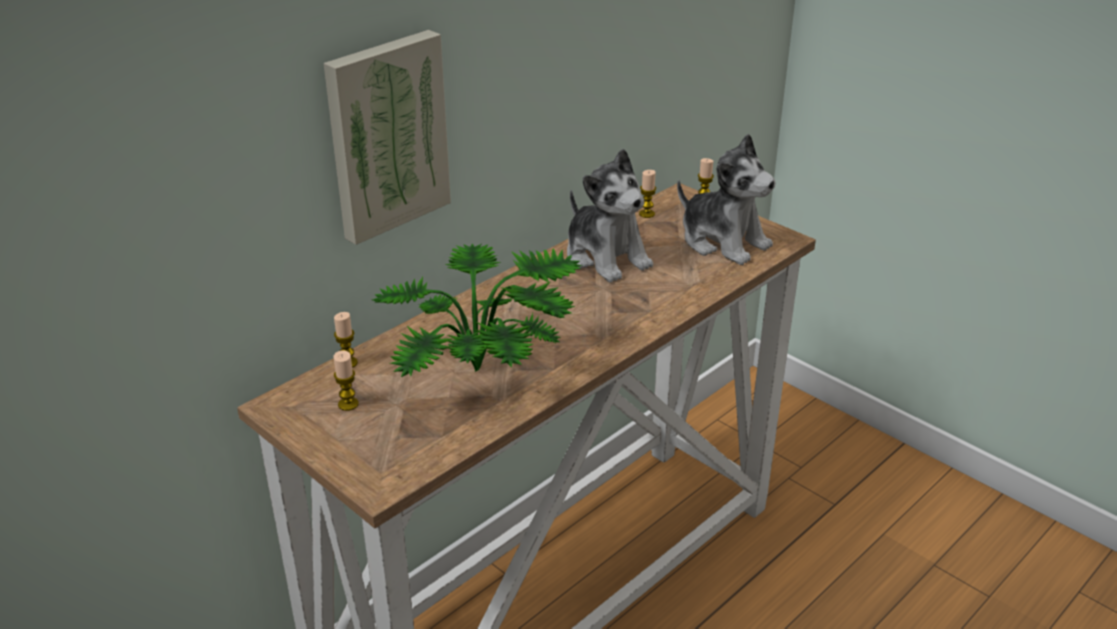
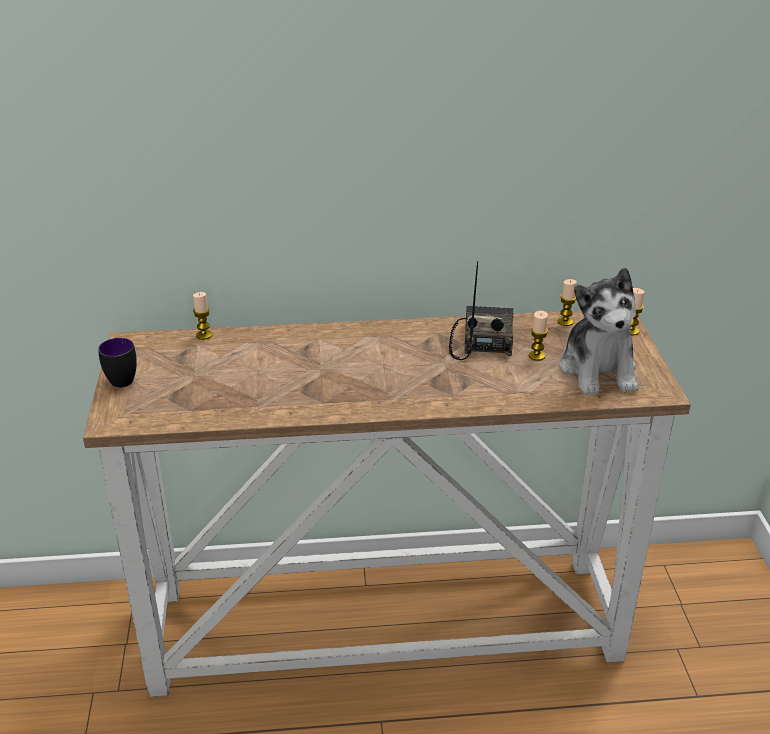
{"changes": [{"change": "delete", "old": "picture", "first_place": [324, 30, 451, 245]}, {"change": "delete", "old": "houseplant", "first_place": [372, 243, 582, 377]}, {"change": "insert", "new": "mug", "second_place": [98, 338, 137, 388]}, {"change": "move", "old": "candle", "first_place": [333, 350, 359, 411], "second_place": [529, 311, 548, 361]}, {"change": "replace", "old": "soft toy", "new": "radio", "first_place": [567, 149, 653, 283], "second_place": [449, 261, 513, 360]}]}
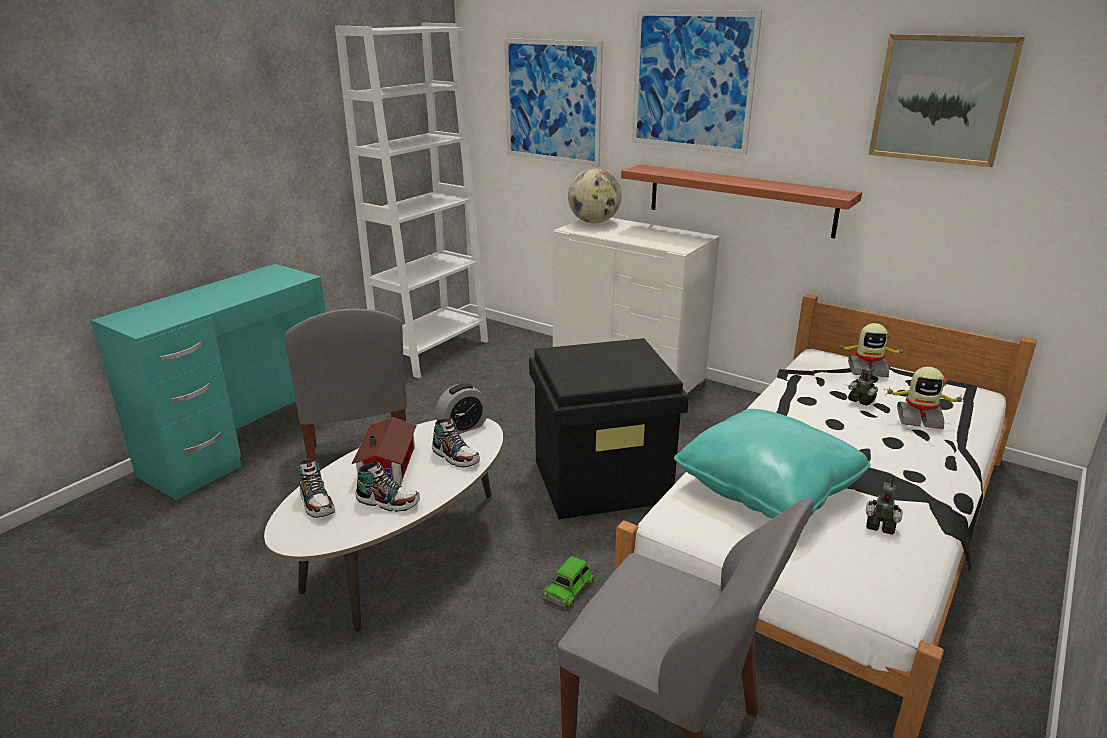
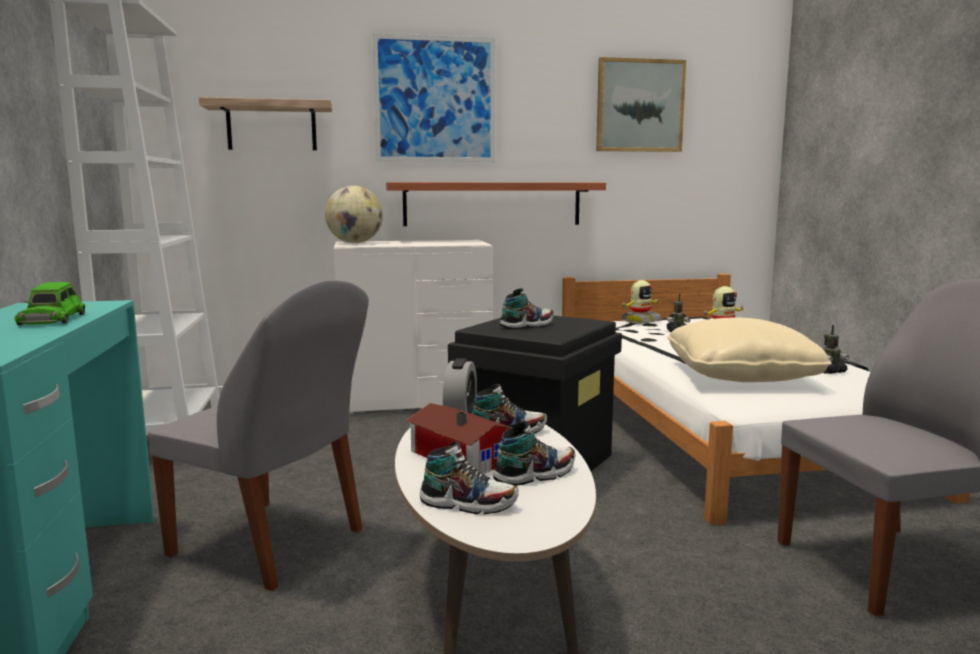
{"changes": [{"change": "insert", "new": "low shoe", "second_place": [500, 288, 554, 329]}, {"change": "move", "old": "model car in greenish", "first_place": [542, 556, 594, 607], "second_place": [15, 282, 85, 325]}, {"change": "replace", "old": "picture", "new": "wall shelf", "first_place": [504, 38, 603, 167], "second_place": [199, 97, 332, 150]}, {"change": "recolor", "old": "pillow in turquoise-coloured", "new": "pillow in beige", "first_place": [674, 409, 871, 519], "second_place": [667, 318, 832, 382]}]}
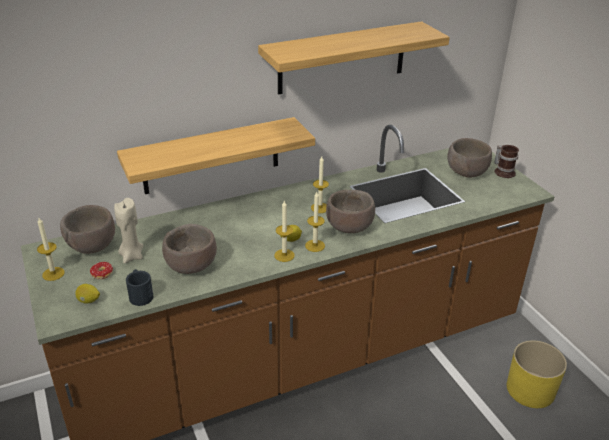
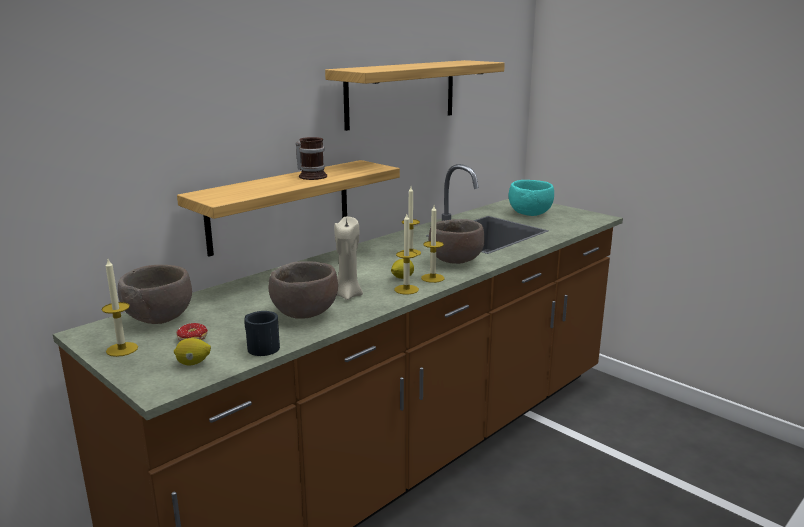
{"changes": [{"change": "delete", "old": "plant pot in yellow-coloured", "first_place": [507, 340, 567, 408]}, {"change": "move", "old": "candle in beige", "first_place": [114, 198, 143, 264], "second_place": [334, 217, 363, 300]}, {"change": "move", "old": "mug", "first_place": [494, 145, 519, 178], "second_place": [296, 137, 327, 180]}, {"change": "recolor", "old": "serving bowl in brownish", "new": "serving bowl in turquoise-coloured", "first_place": [448, 138, 492, 178], "second_place": [508, 180, 554, 216]}]}
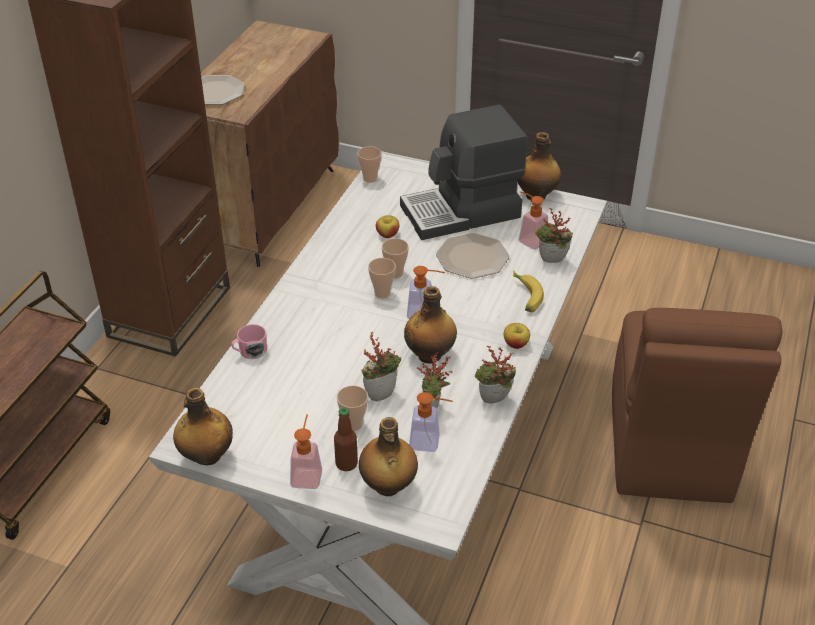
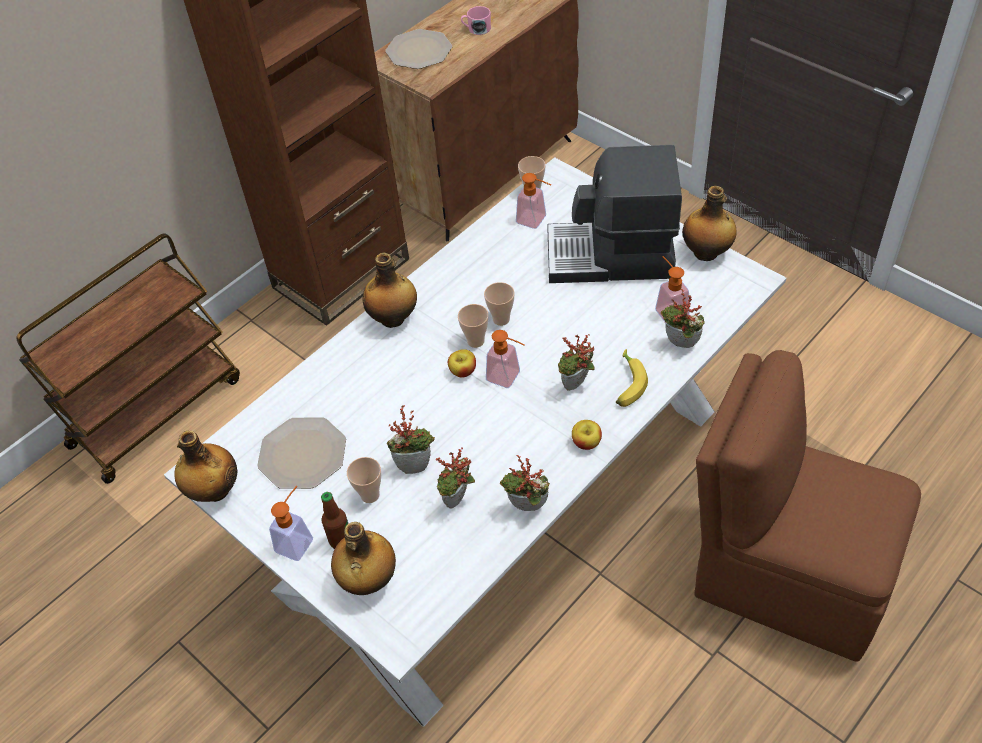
{"changes": [{"change": "insert", "new": "houseplant", "second_place": [558, 334, 595, 391]}, {"change": "move", "old": "mug in pink-coloured", "first_place": [231, 324, 267, 359], "second_place": [461, 6, 491, 35]}, {"change": "move", "old": "apple", "first_place": [376, 215, 399, 238], "second_place": [448, 349, 476, 378]}, {"change": "move", "old": "bottle", "first_place": [404, 286, 457, 364], "second_place": [362, 253, 417, 328]}, {"change": "move", "old": "soap bottle", "first_place": [409, 392, 453, 452], "second_place": [516, 173, 551, 229]}, {"change": "move", "old": "flat dish", "first_place": [436, 233, 509, 279], "second_place": [257, 417, 346, 489]}, {"change": "rotate", "old": "plain chair in brownish", "first_place": [612, 308, 783, 503], "second_place": [694, 350, 921, 662], "degrees": 90}]}
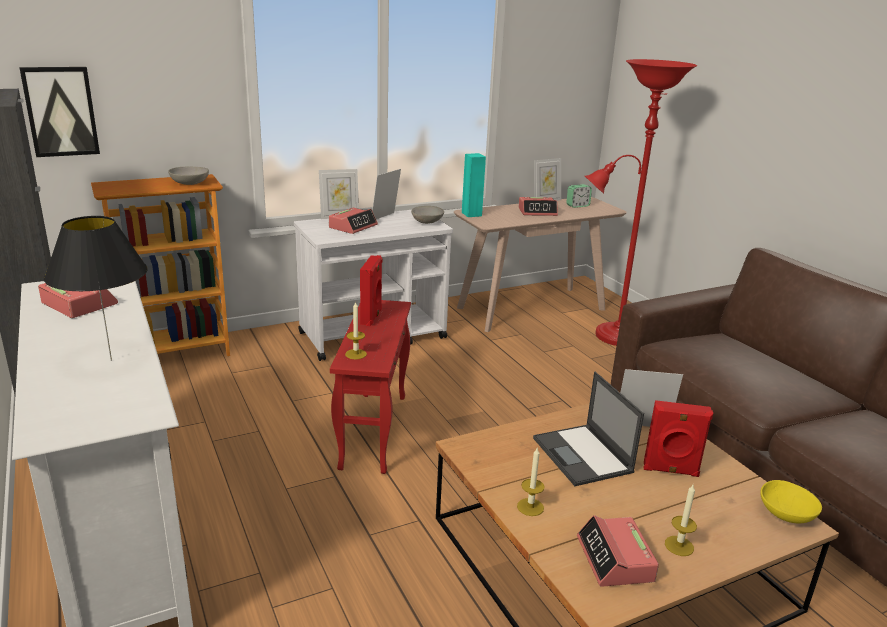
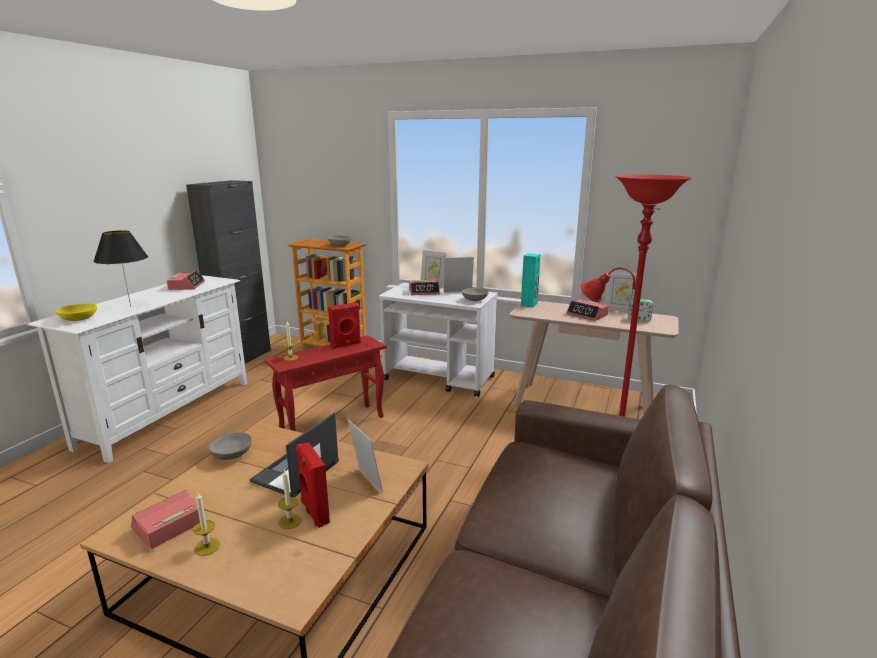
{"changes": [{"change": "delete", "old": "picture", "first_place": [20, 67, 100, 157]}, {"change": "insert", "new": "serving bowl in greyish", "second_place": [209, 433, 252, 460]}, {"change": "move", "old": "candle", "first_place": [517, 448, 545, 516], "second_place": [278, 469, 302, 529]}, {"change": "move", "old": "serving bowl in yellow-coloured", "first_place": [760, 480, 822, 523], "second_place": [56, 304, 97, 321]}]}
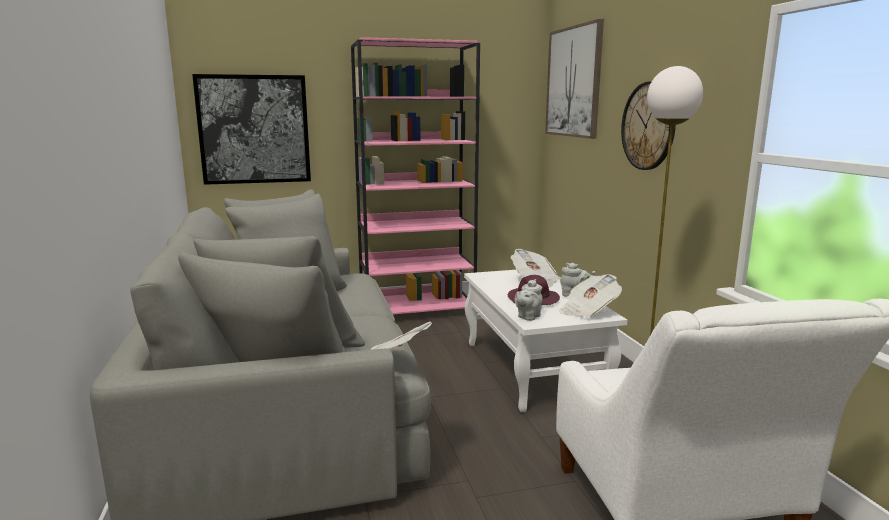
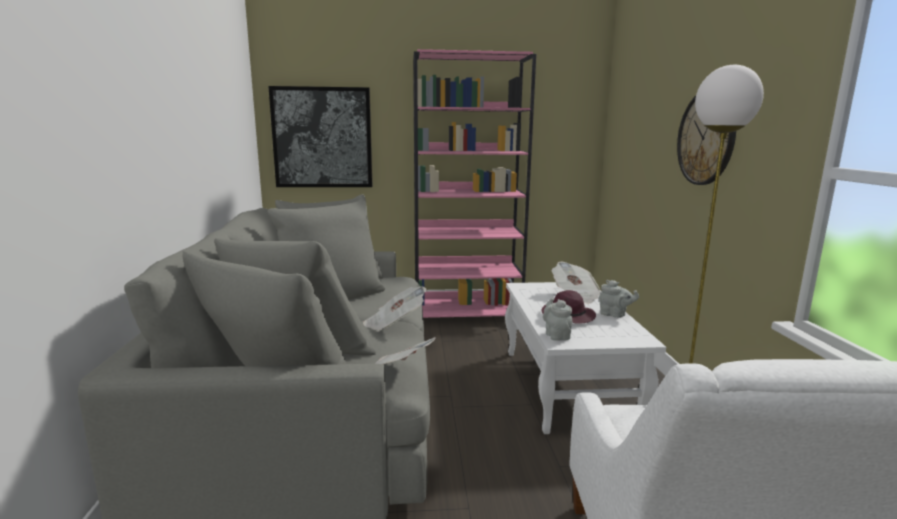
{"changes": [{"change": "delete", "old": "picture", "first_place": [545, 19, 604, 139]}, {"change": "move", "old": "daily paper", "first_place": [559, 274, 622, 318], "second_place": [363, 286, 427, 332]}, {"change": "rotate", "old": "tea pot in greyish", "first_place": [515, 279, 543, 321], "second_place": [543, 298, 572, 341], "degrees": 120}]}
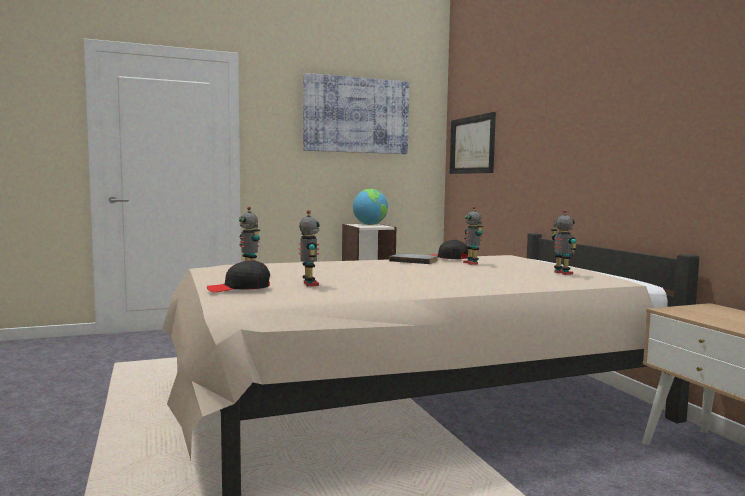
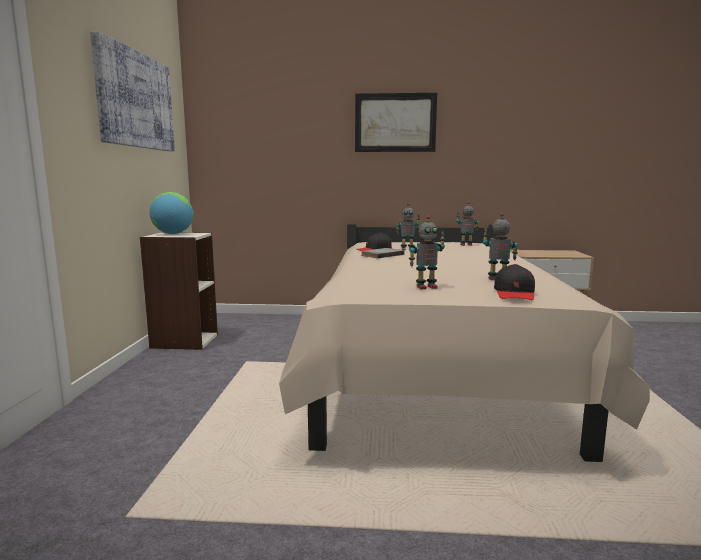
{"changes": [{"change": "move", "old": "picture", "first_place": [450, 112, 496, 174], "second_place": [355, 92, 437, 152]}]}
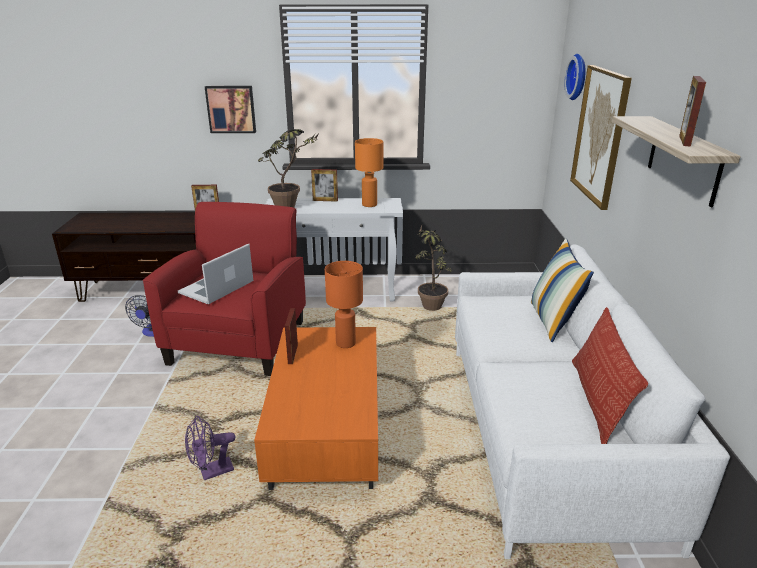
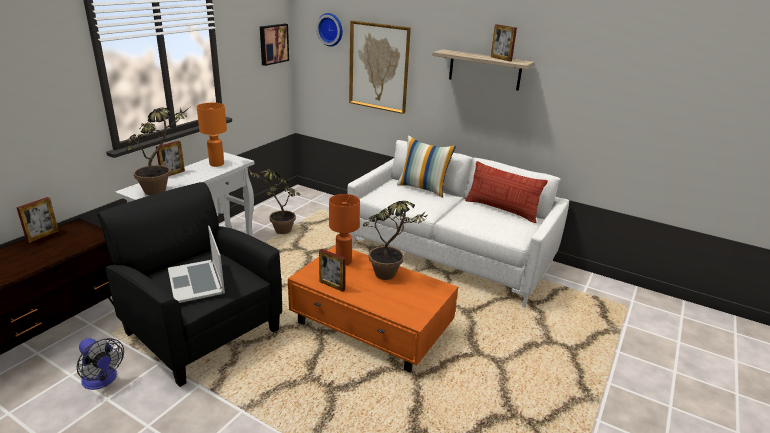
{"changes": [{"change": "delete", "old": "fan in purple-coloured", "first_place": [185, 416, 235, 480]}, {"change": "insert", "new": "houseplant", "second_place": [363, 201, 427, 280]}, {"change": "move", "old": "picture", "first_place": [205, 86, 256, 133], "second_place": [260, 24, 289, 66]}, {"change": "recolor", "old": "armchair in reddish", "new": "armchair in black-coloured", "first_place": [143, 202, 306, 376], "second_place": [98, 182, 282, 387]}]}
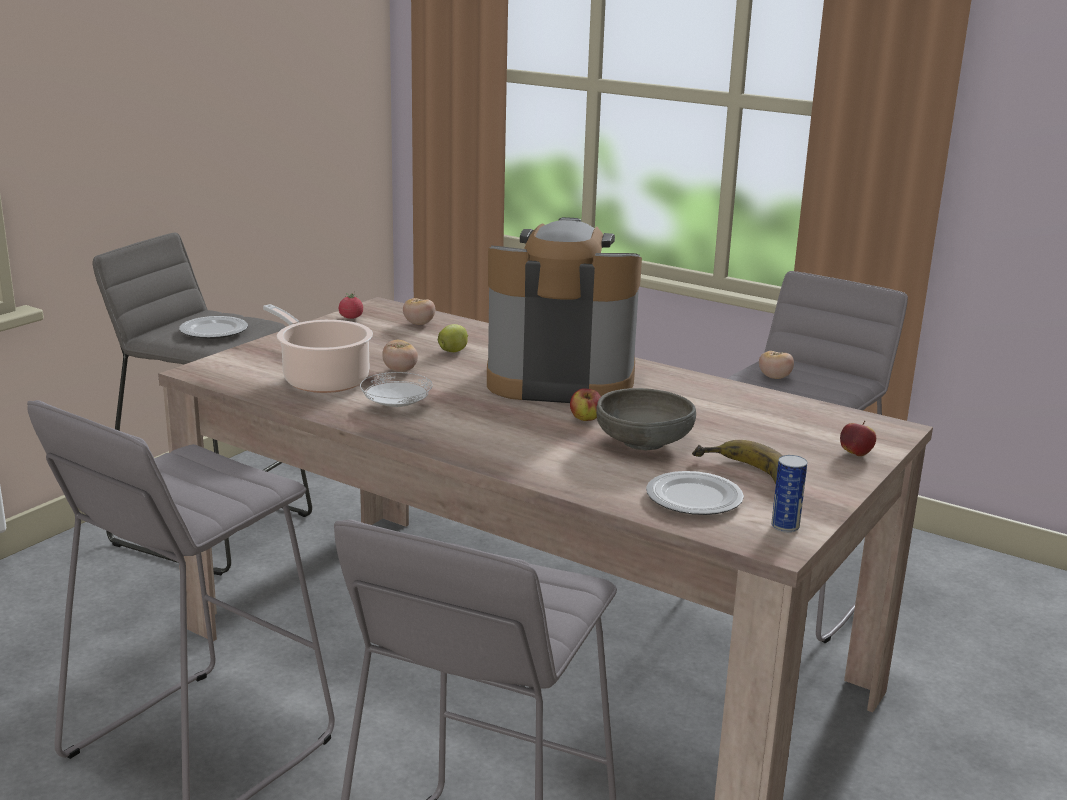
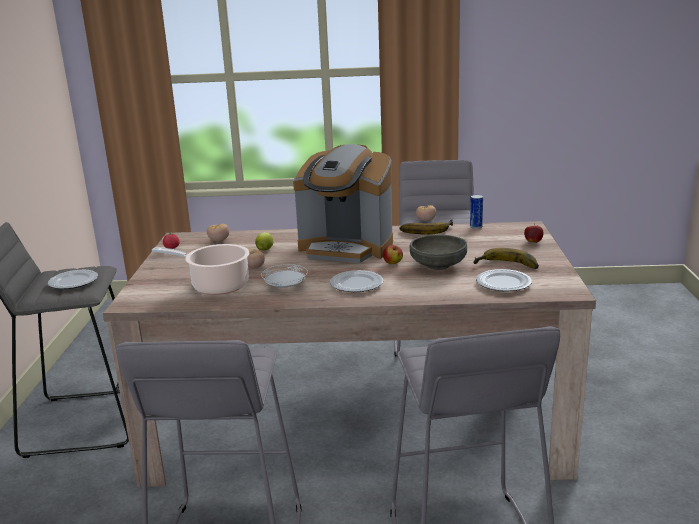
{"changes": [{"change": "insert", "new": "flat dish", "second_place": [330, 270, 383, 292]}, {"change": "insert", "new": "banana fruit", "second_place": [400, 220, 453, 235]}, {"change": "move", "old": "metal can", "first_place": [771, 455, 808, 533], "second_place": [470, 195, 483, 229]}, {"change": "rotate", "old": "coffee maker", "first_place": [487, 217, 642, 403], "second_place": [293, 144, 393, 263], "degrees": -135}]}
